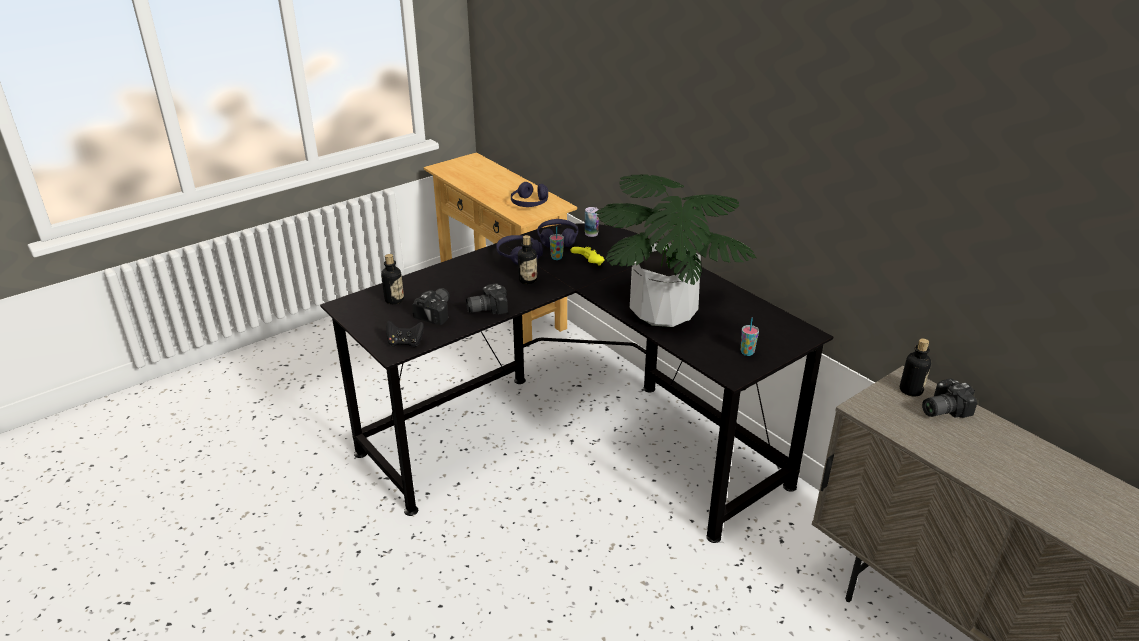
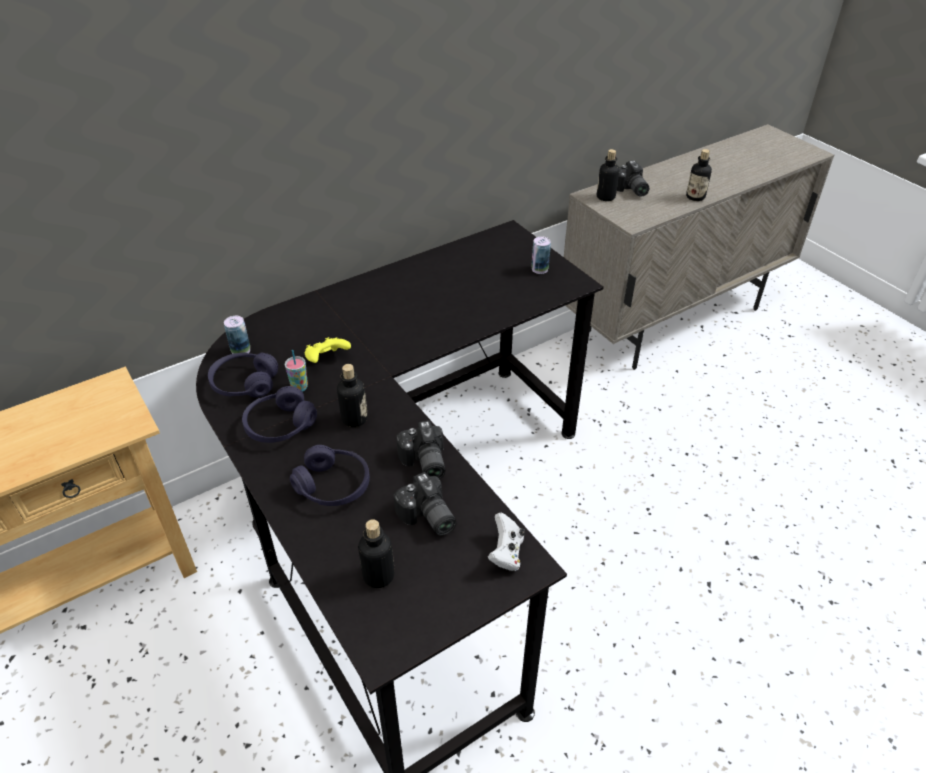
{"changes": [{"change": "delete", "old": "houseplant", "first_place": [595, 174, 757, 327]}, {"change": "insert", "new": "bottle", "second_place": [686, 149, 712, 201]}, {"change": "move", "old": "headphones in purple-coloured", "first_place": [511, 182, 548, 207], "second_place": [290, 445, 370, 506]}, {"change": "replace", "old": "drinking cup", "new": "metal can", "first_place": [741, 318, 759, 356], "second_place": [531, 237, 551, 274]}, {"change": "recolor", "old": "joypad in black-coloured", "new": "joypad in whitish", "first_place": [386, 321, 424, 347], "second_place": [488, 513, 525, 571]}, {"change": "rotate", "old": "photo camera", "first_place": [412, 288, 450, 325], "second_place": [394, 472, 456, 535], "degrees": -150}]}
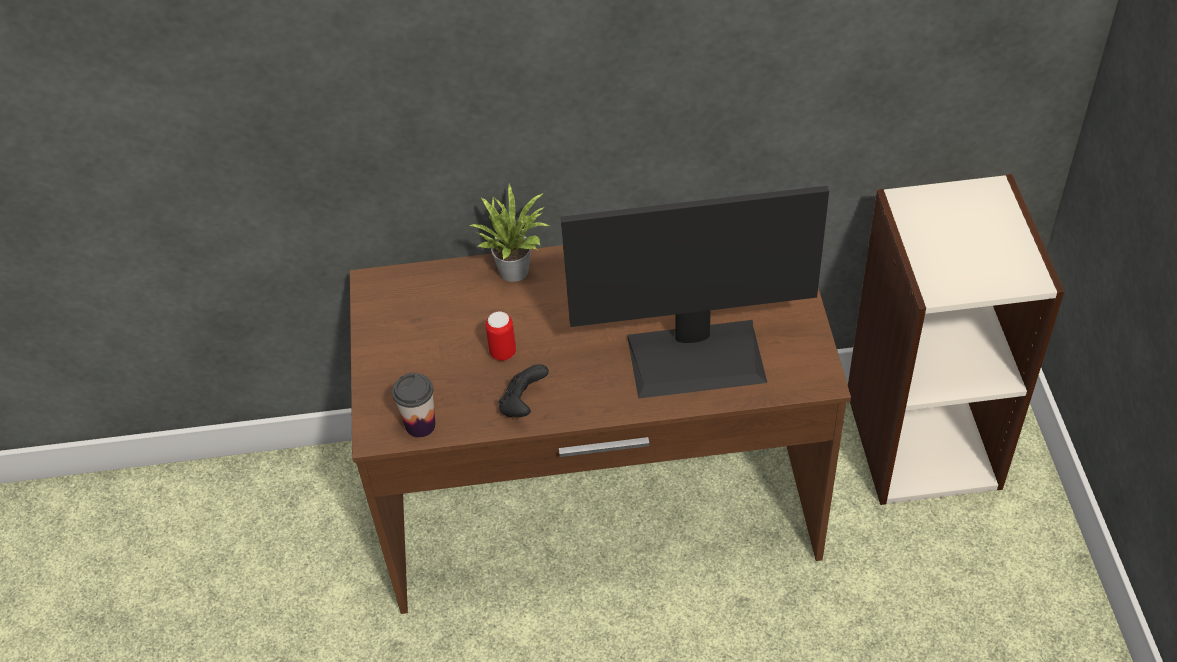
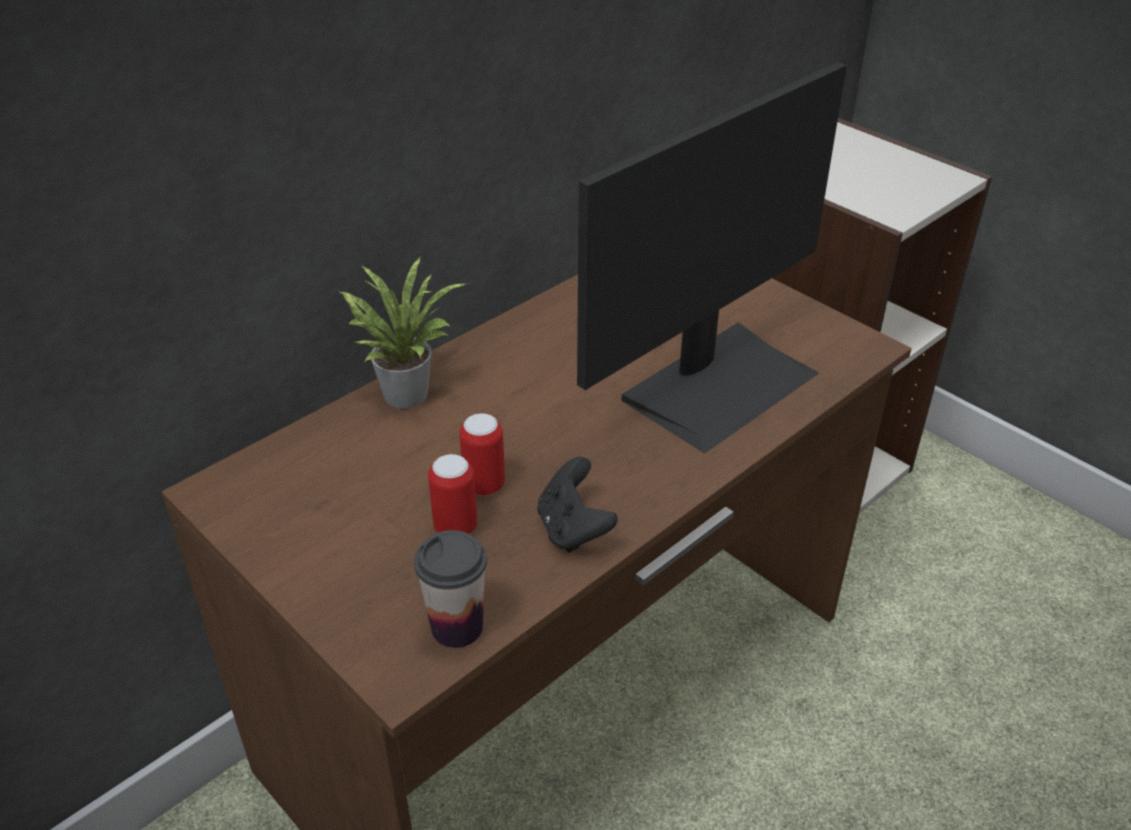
{"changes": [{"change": "insert", "new": "metal can", "second_place": [428, 454, 477, 534]}]}
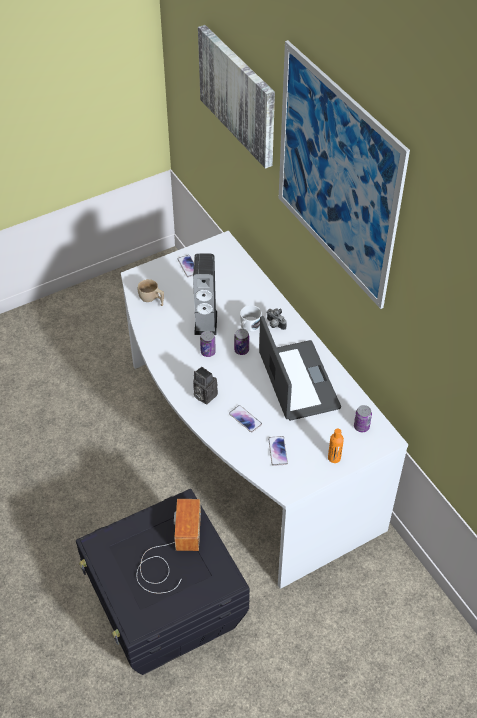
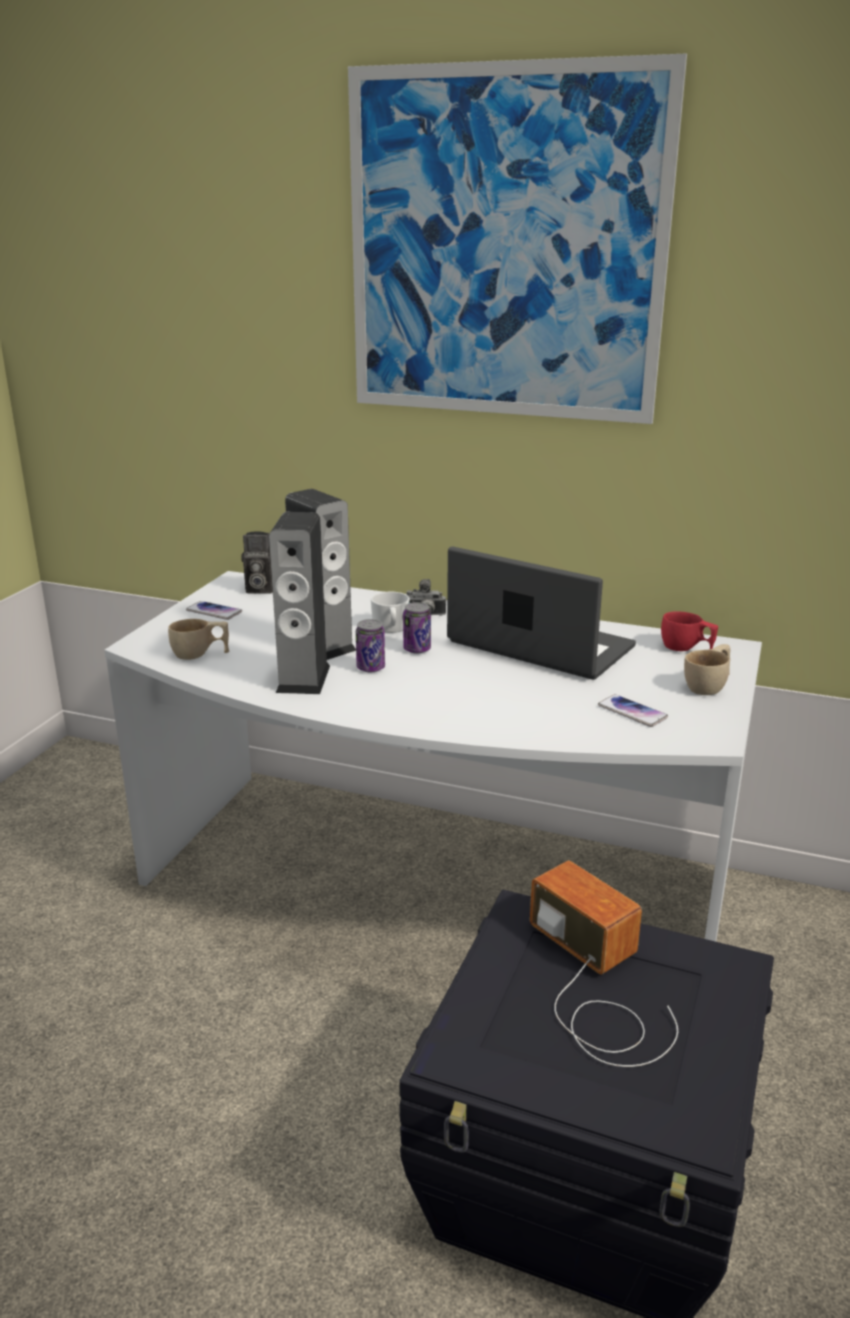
{"changes": [{"change": "delete", "old": "picture", "first_place": [198, 25, 275, 168]}, {"change": "delete", "old": "telephone", "first_place": [229, 405, 262, 432]}, {"change": "insert", "new": "loudspeaker", "second_place": [269, 512, 330, 694]}, {"change": "move", "old": "photo camera", "first_place": [193, 366, 218, 405], "second_place": [241, 531, 273, 593]}, {"change": "replace", "old": "bottle in orange-coloured", "new": "drinking cup in beige", "first_place": [328, 429, 344, 463], "second_place": [684, 644, 730, 695]}, {"change": "replace", "old": "metal can", "new": "drinking cup in reddish", "first_place": [354, 405, 372, 432], "second_place": [661, 611, 718, 651]}]}
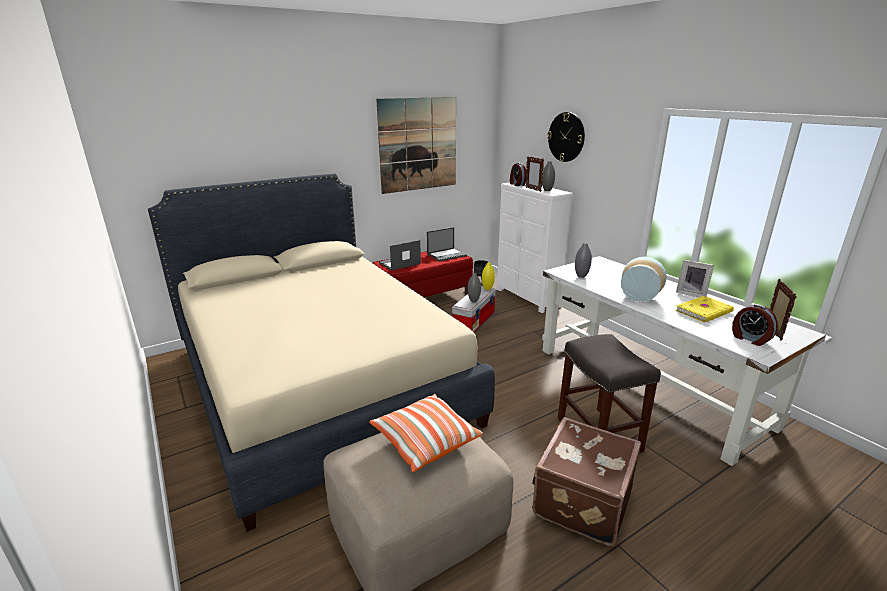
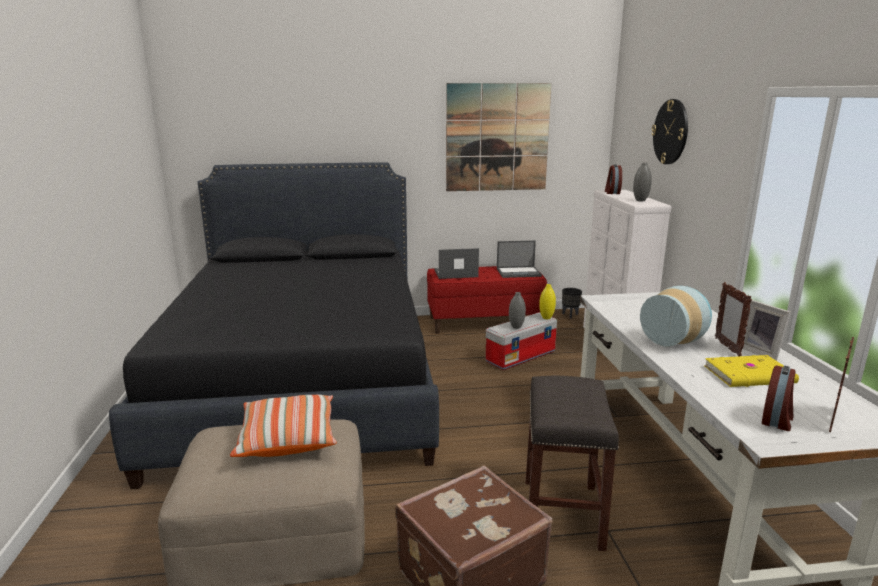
{"changes": [{"change": "delete", "old": "decorative vase in greyish", "first_place": [575, 243, 592, 278]}, {"change": "move", "old": "picture frame", "first_place": [526, 156, 544, 192], "second_place": [715, 282, 752, 356]}, {"change": "recolor", "old": "sleeping bed in beige", "new": "sleeping bed in black-coloured", "first_place": [148, 174, 495, 532], "second_place": [109, 163, 439, 489]}, {"change": "rotate", "old": "bedside clock", "first_place": [732, 304, 778, 346], "second_place": [762, 366, 796, 431], "degrees": -135}]}
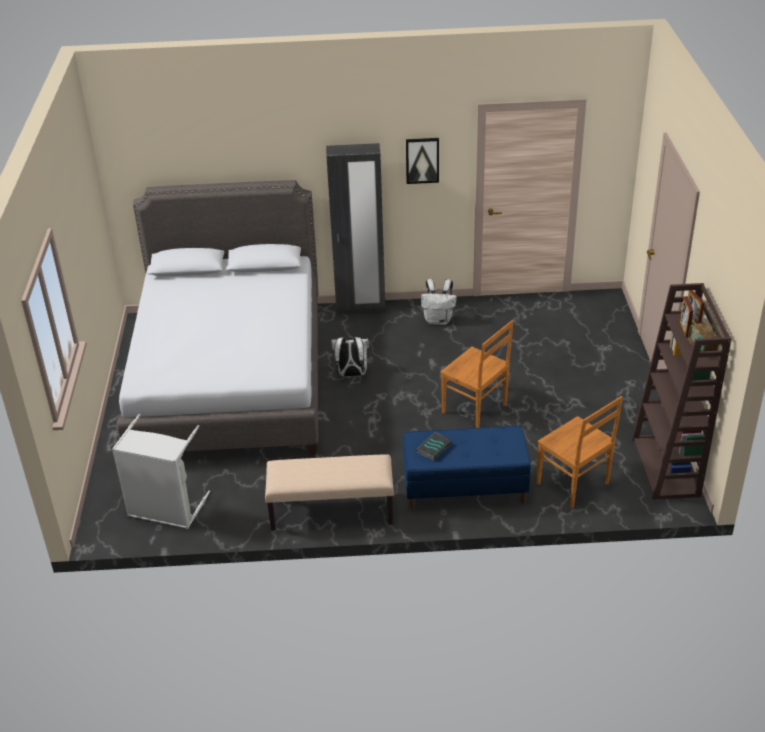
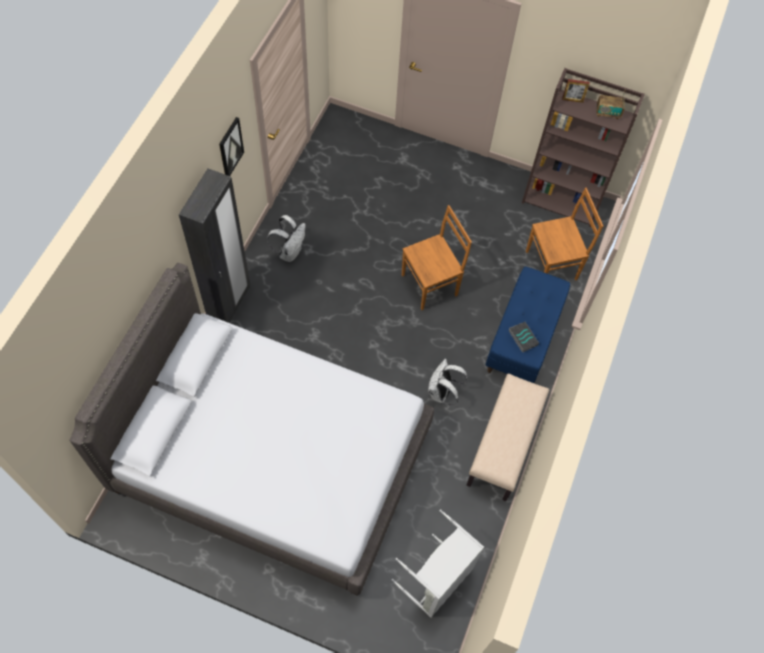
{"changes": [{"change": "delete", "old": "picture frame", "first_place": [680, 297, 693, 337]}, {"change": "move", "old": "knapsack in whitish", "first_place": [331, 336, 369, 377], "second_place": [428, 359, 468, 405]}]}
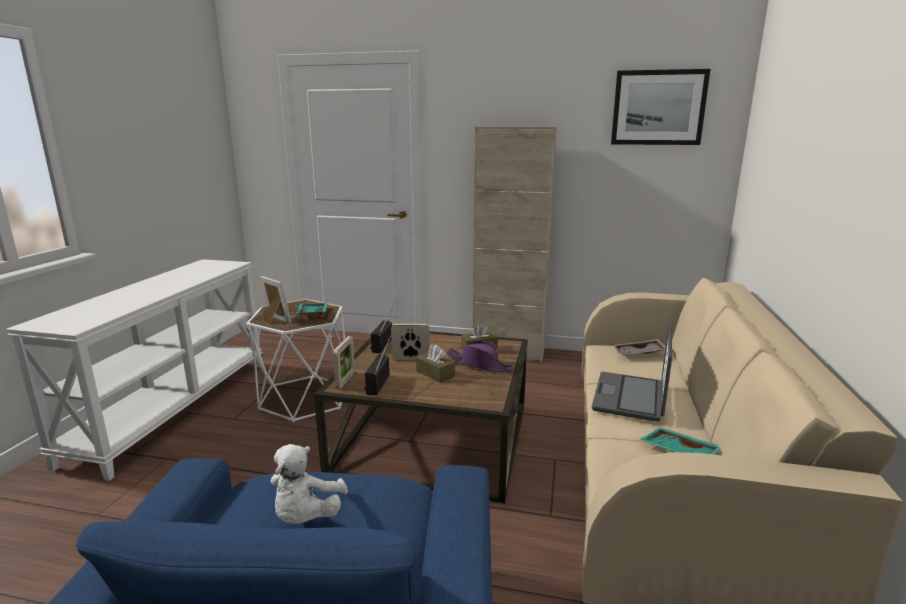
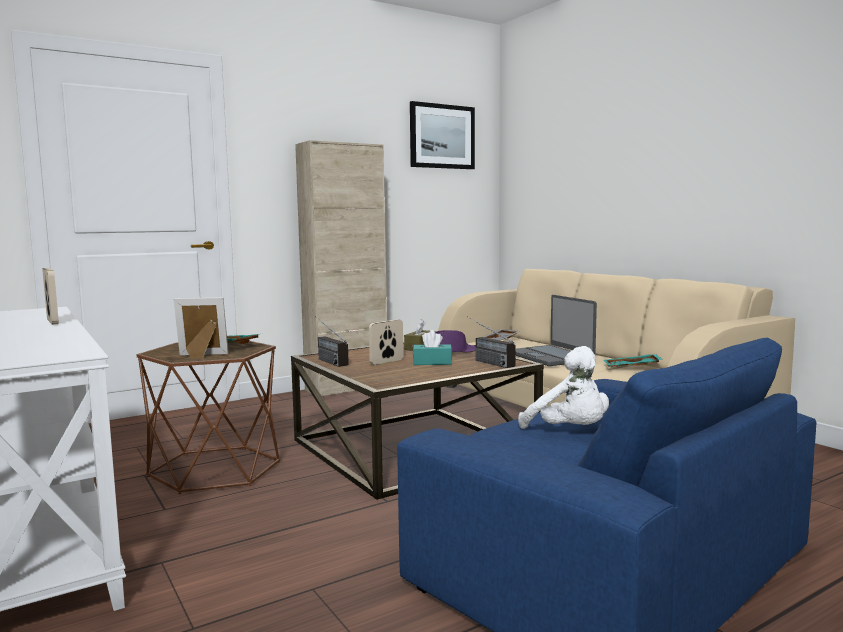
{"changes": [{"change": "move", "old": "picture frame", "first_place": [333, 336, 355, 389], "second_place": [42, 268, 59, 325]}, {"change": "move", "old": "radio", "first_place": [364, 331, 393, 395], "second_place": [467, 316, 516, 368]}, {"change": "recolor", "old": "side table in whitish", "new": "side table in brownish", "first_place": [246, 299, 345, 423], "second_place": [137, 341, 280, 494]}, {"change": "recolor", "old": "tissue box in brownish", "new": "tissue box in turquoise-coloured", "first_place": [416, 345, 455, 383], "second_place": [413, 330, 452, 365]}]}
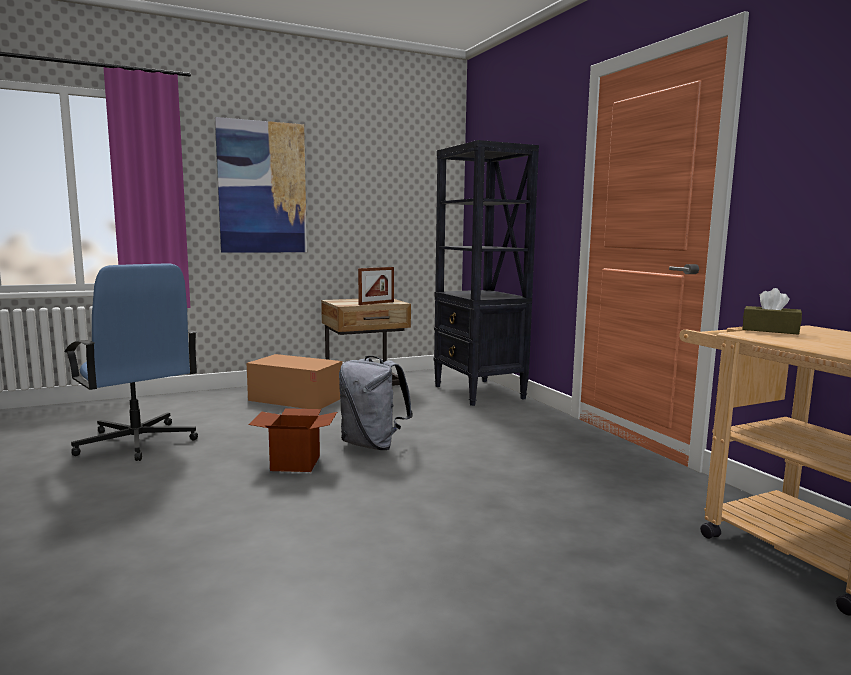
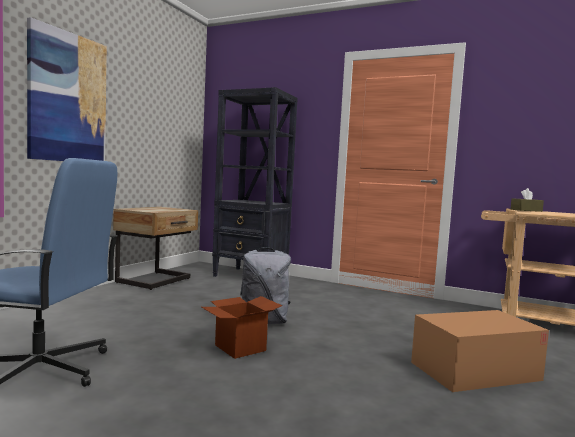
{"changes": [{"change": "delete", "old": "picture frame", "first_place": [358, 267, 394, 305]}, {"change": "move", "old": "carton", "first_place": [247, 354, 343, 409], "second_place": [411, 310, 549, 392]}]}
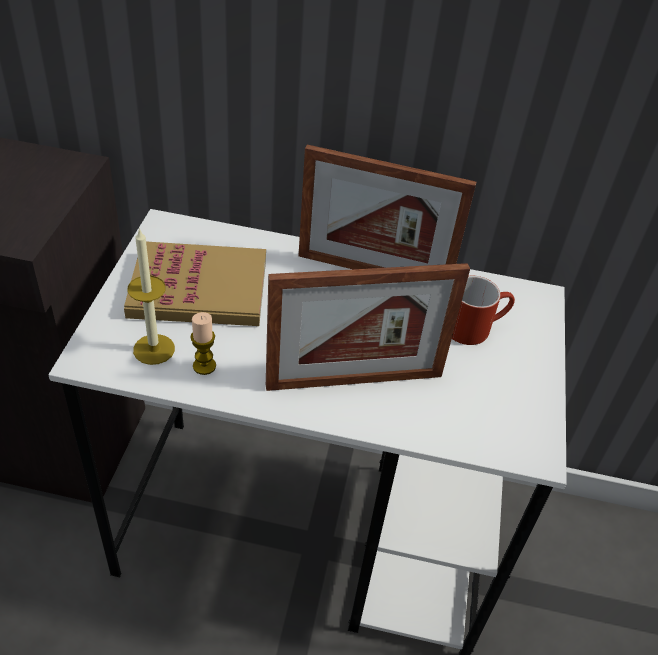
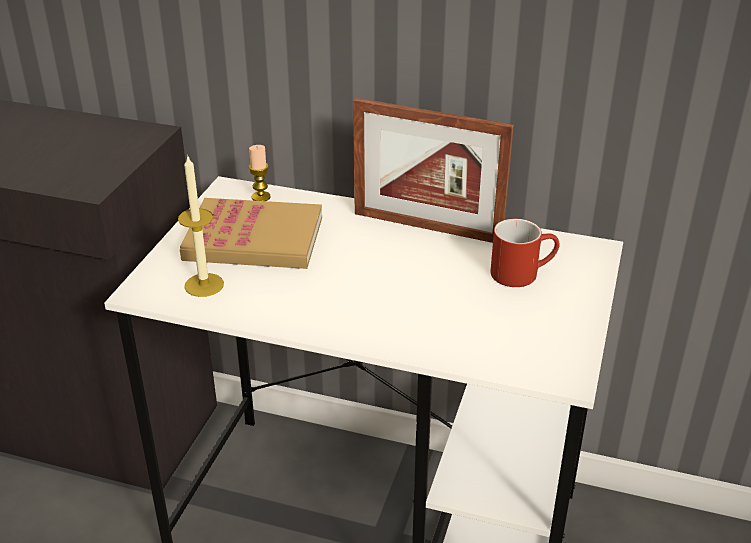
{"changes": [{"change": "delete", "old": "picture frame", "first_place": [266, 263, 470, 391]}, {"change": "move", "old": "candle", "first_place": [190, 312, 216, 375], "second_place": [249, 145, 271, 201]}]}
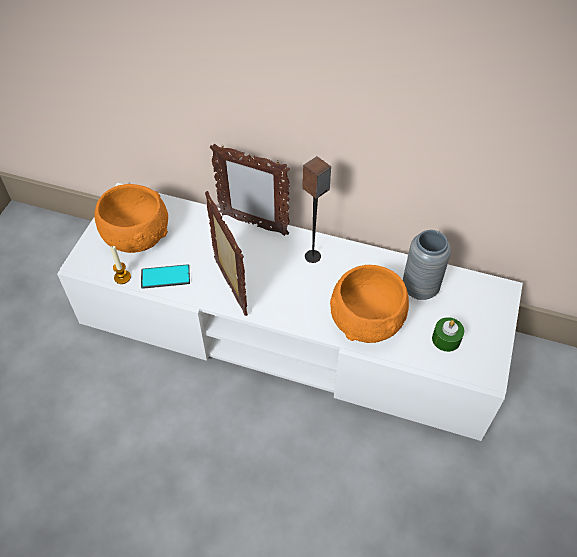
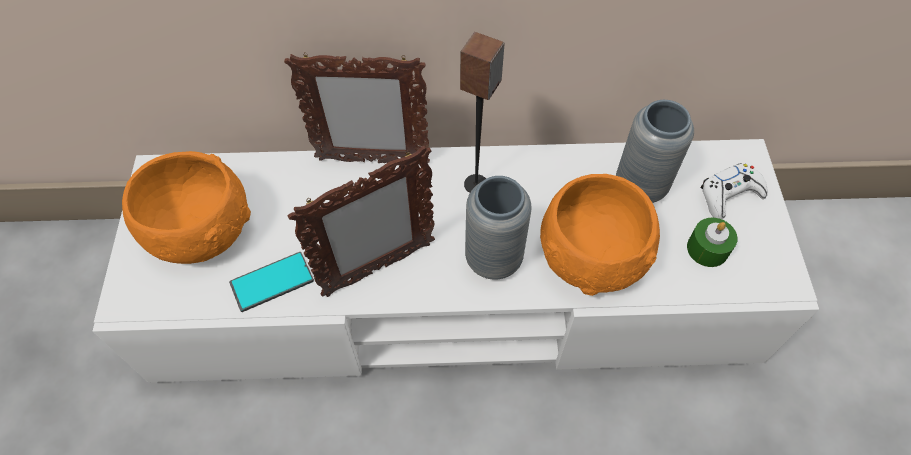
{"changes": [{"change": "delete", "old": "candle", "first_place": [110, 246, 131, 284]}, {"change": "insert", "new": "decorative vase in greyish", "second_place": [465, 176, 532, 280]}, {"change": "insert", "new": "joypad in whitish", "second_place": [700, 163, 768, 219]}, {"change": "rotate", "old": "picture frame", "first_place": [205, 191, 248, 316], "second_place": [288, 146, 435, 297], "degrees": 105}]}
